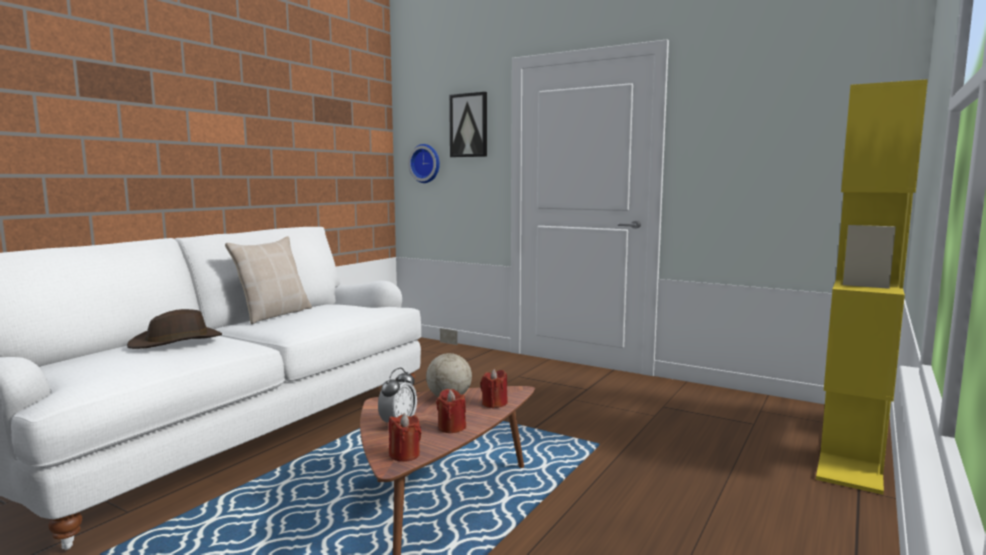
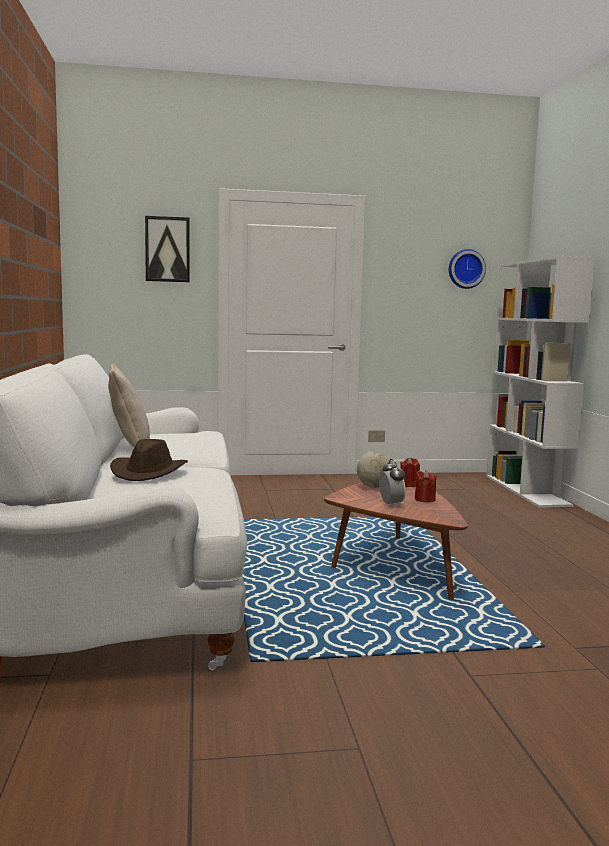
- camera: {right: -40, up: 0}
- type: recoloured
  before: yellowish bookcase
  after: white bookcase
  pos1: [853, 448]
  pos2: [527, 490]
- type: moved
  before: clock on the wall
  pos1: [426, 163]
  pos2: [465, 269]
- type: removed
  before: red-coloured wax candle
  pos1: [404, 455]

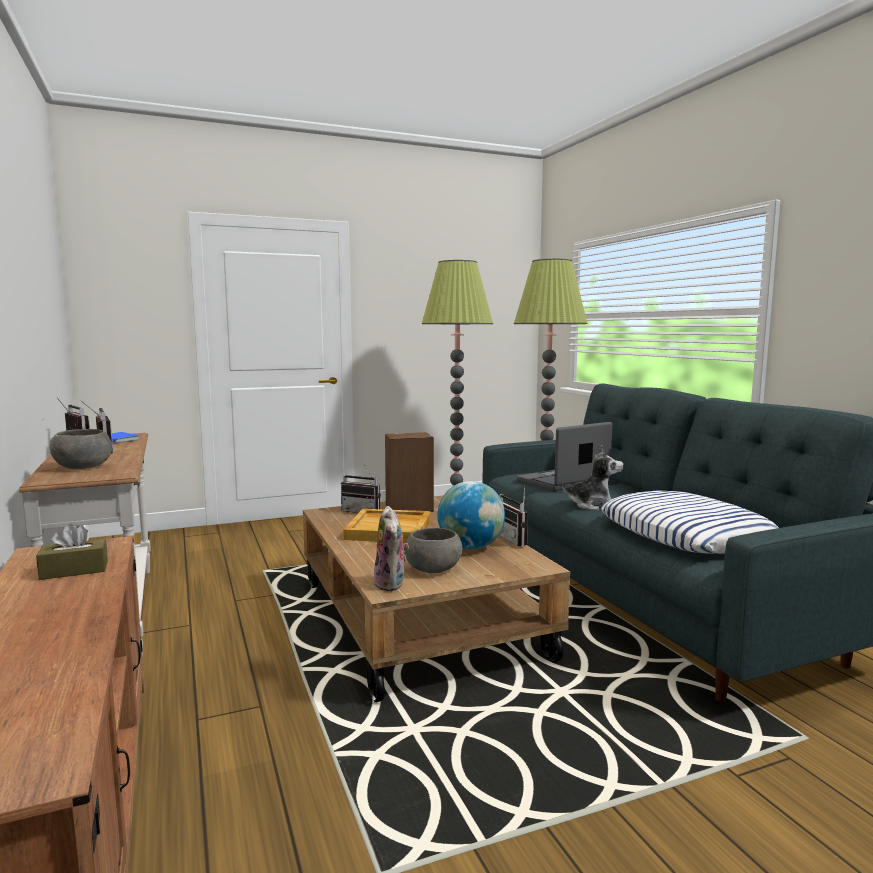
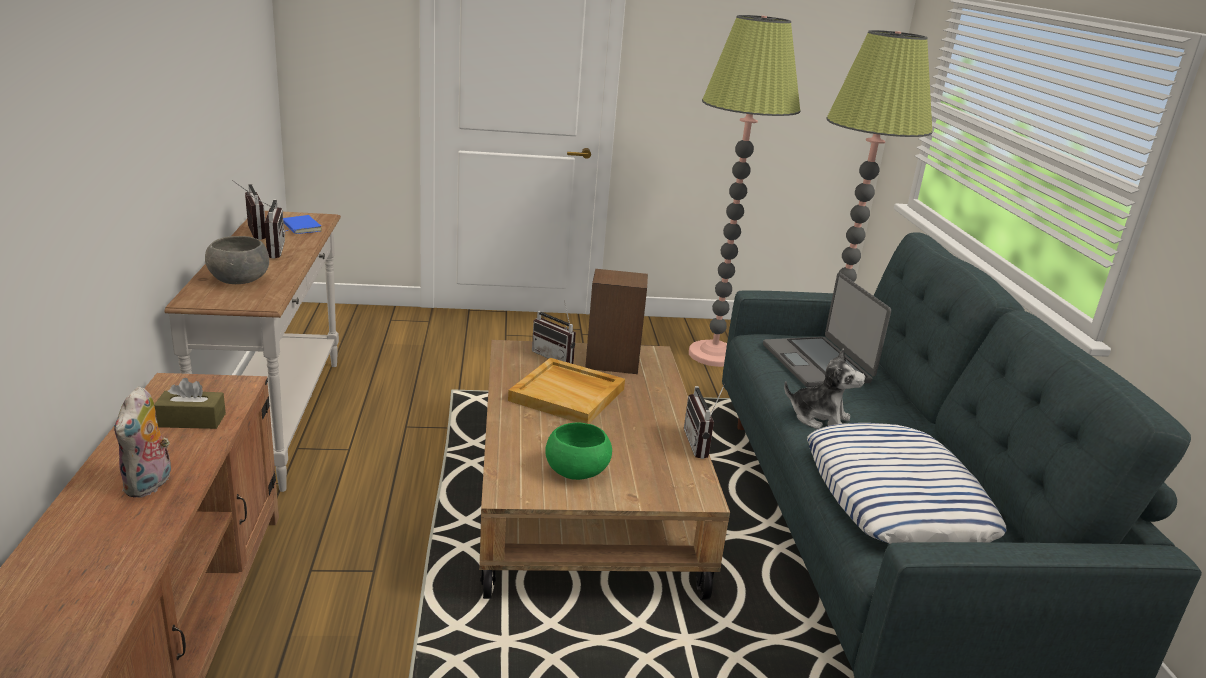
- camera: {right: 15, up: 15}
- type: turned
  before: portable computer
  pos1: [563, 481]
  pos2: [817, 363]
  turn: -90
- type: removed
  before: desk globe
  pos1: [471, 547]
- type: moved
  before: soft toy
  pos1: [392, 584]
  pos2: [150, 485]
- type: recoloured
  before: gray bowl
  after: green bowl
  pos1: [433, 568]
  pos2: [577, 470]

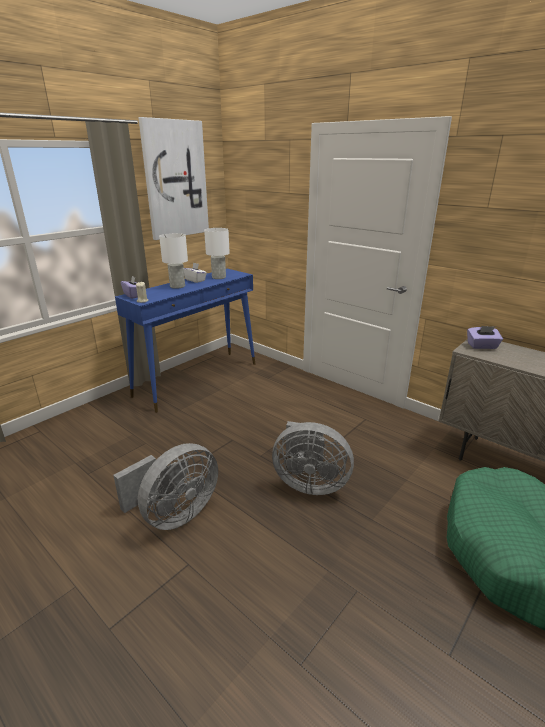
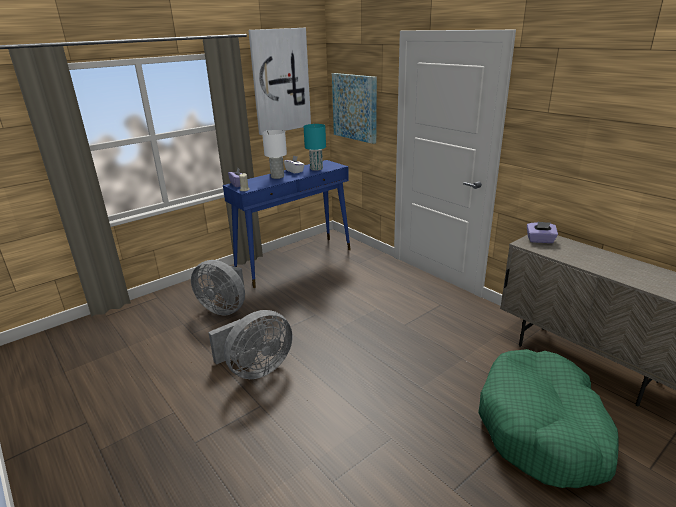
- camera: {right: 10, up: 0}
- type: recoloured
  before: white tabletop lamp
  after: blue-green tabletop lamp
  pos1: [218, 277]
  pos2: [316, 169]
- type: moved
  before: gray fan
  pos1: [309, 483]
  pos2: [224, 308]
- type: added
  after: wall picture
  pos2: [355, 107]

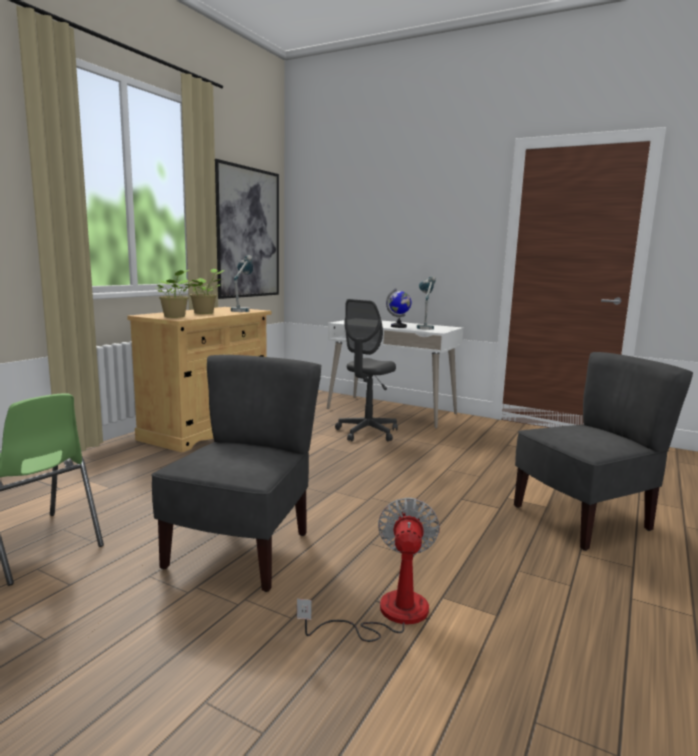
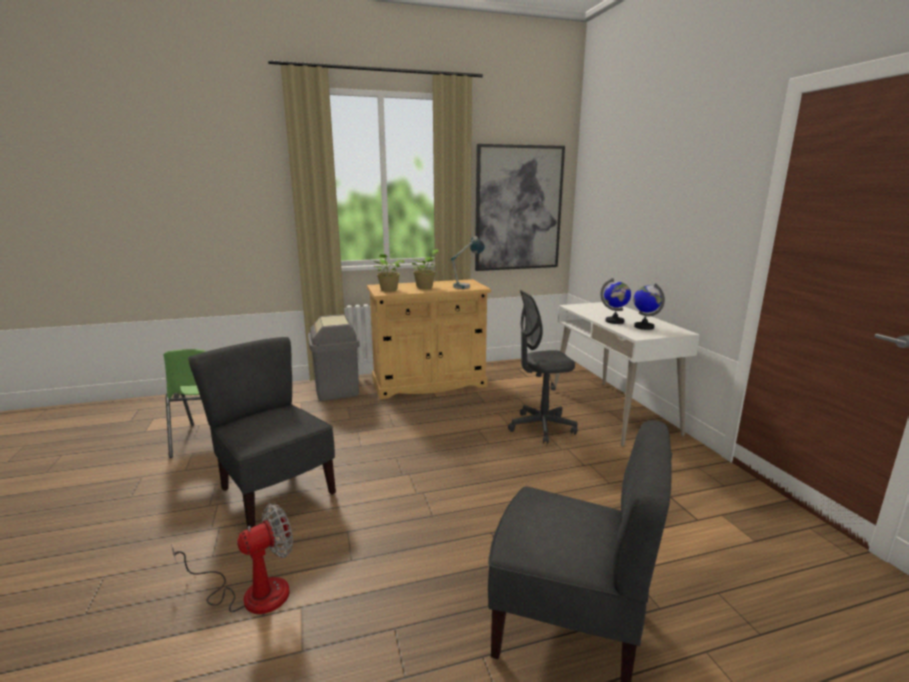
- camera: {right: 45, up: 5}
- type: replaced
  before: tabletop lamp
  after: desk globe
  pos1: [424, 327]
  pos2: [644, 327]
- type: turned
  before: gray chair
  pos1: [241, 551]
  pos2: [275, 492]
  turn: -105
- type: added
  after: gray waste bin
  pos2: [337, 390]

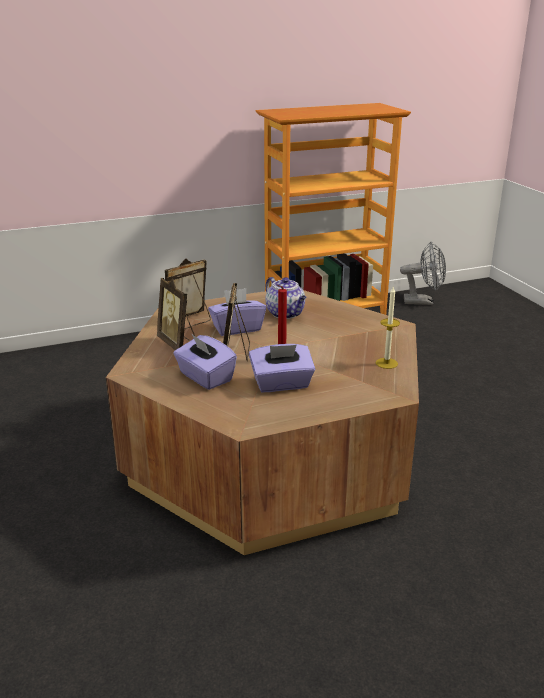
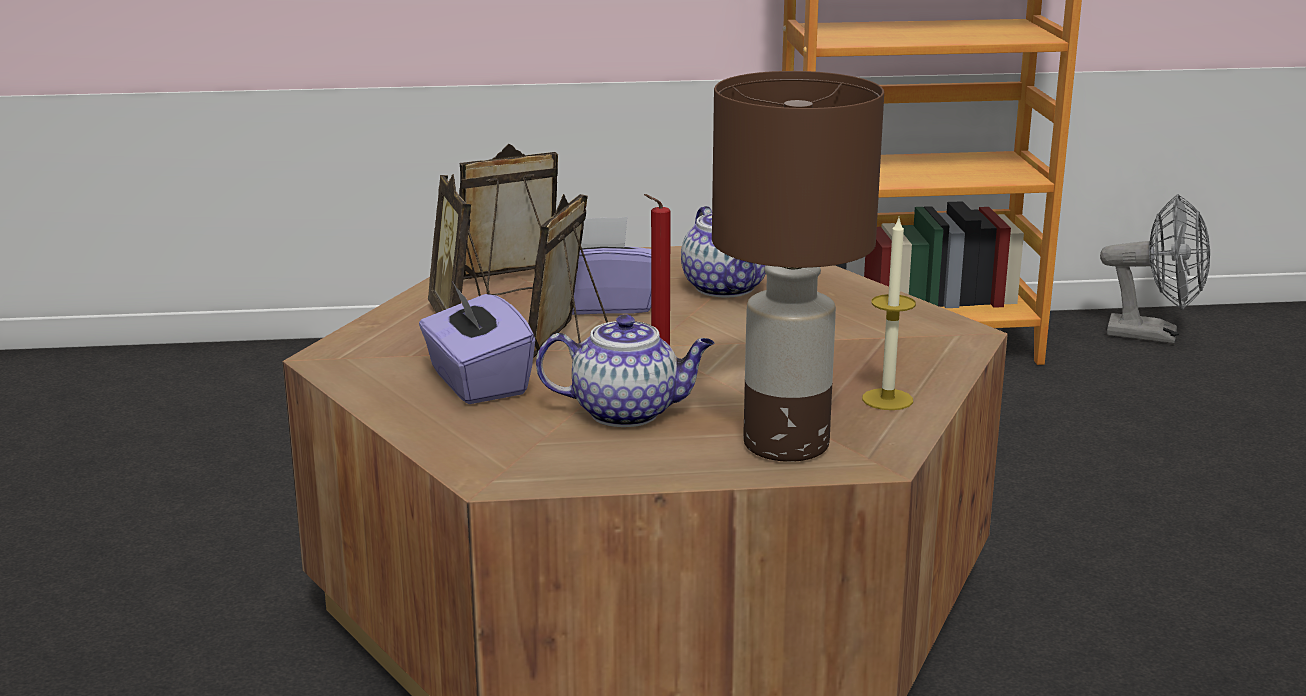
- camera: {right: 15, up: -5}
- type: replaced
  before: purplish box of tissues
  after: teapot
  pos1: [281, 384]
  pos2: [627, 412]
- type: added
  after: brownish tabletop lamp
  pos2: [788, 445]

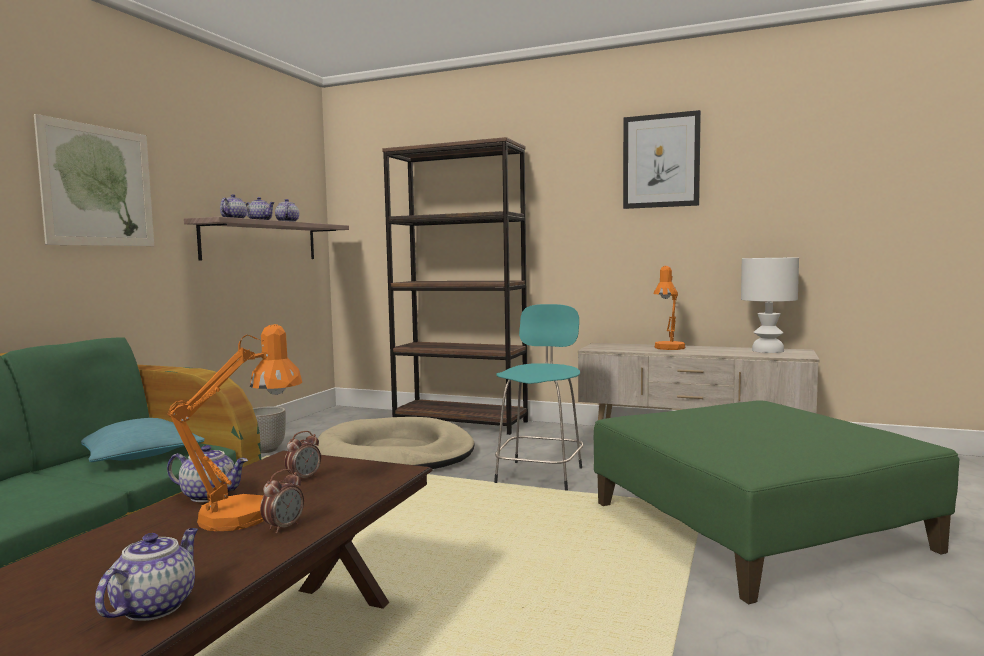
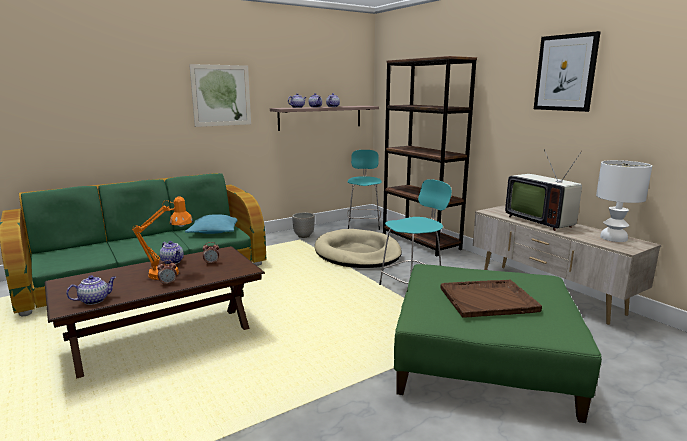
- camera: {right: 35, up: 10}
- type: replaced
  before: orange tabletop lamp
  after: television
  pos1: [668, 348]
  pos2: [540, 221]
- type: added
  after: blue-green sitting stool
  pos2: [364, 224]
- type: added
  after: brownish carrying tray
  pos2: [489, 300]

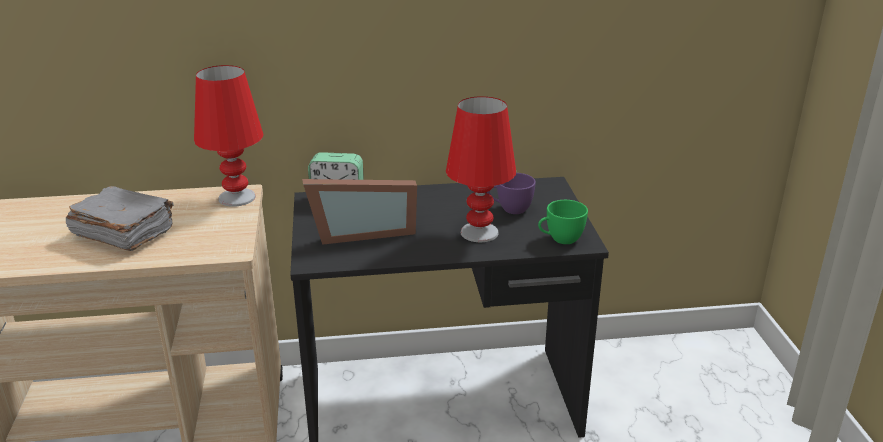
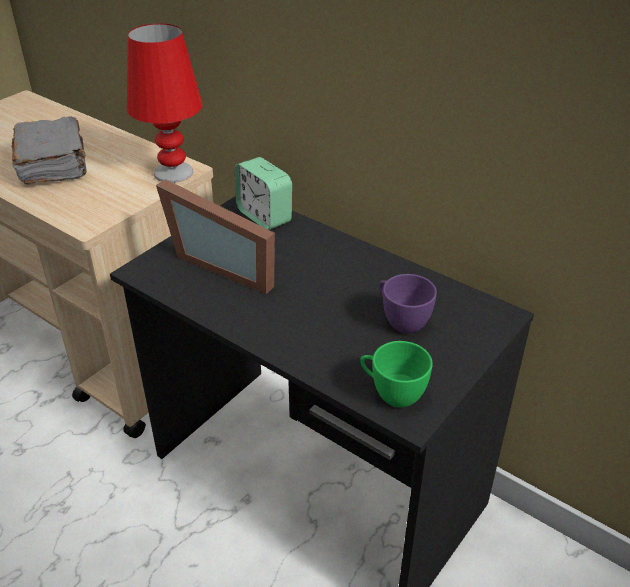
- camera: {right: 45, up: 10}
- type: removed
  before: red-coloured tabletop lamp
  pos1: [479, 233]

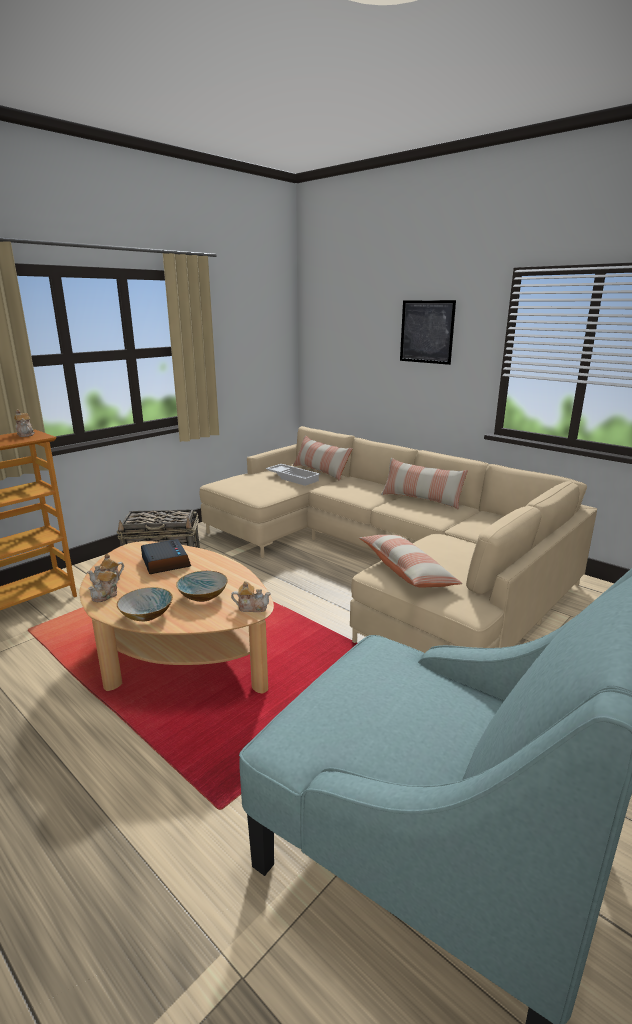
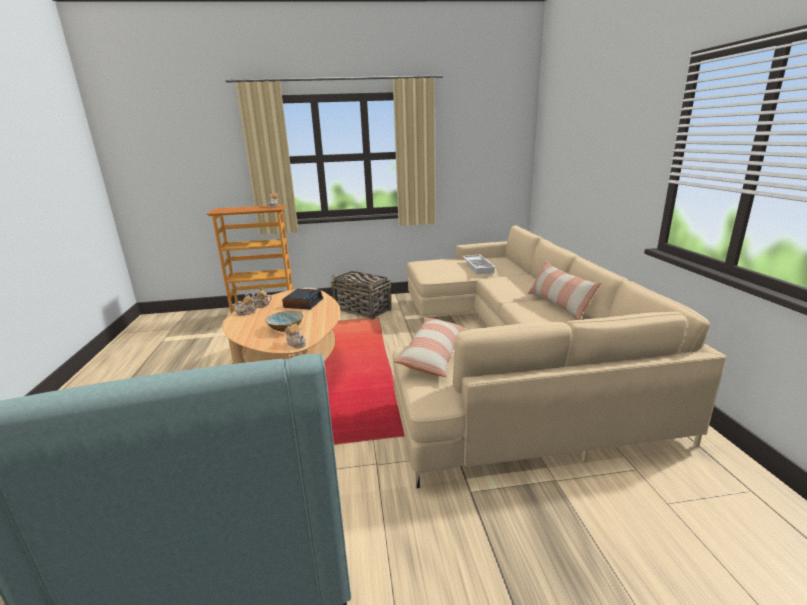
- camera: {right: 40, up: 0}
- type: removed
  before: wall picture
  pos1: [426, 332]
- type: removed
  before: throw pillow
  pos1: [320, 471]
- type: removed
  before: bowl
  pos1: [147, 615]

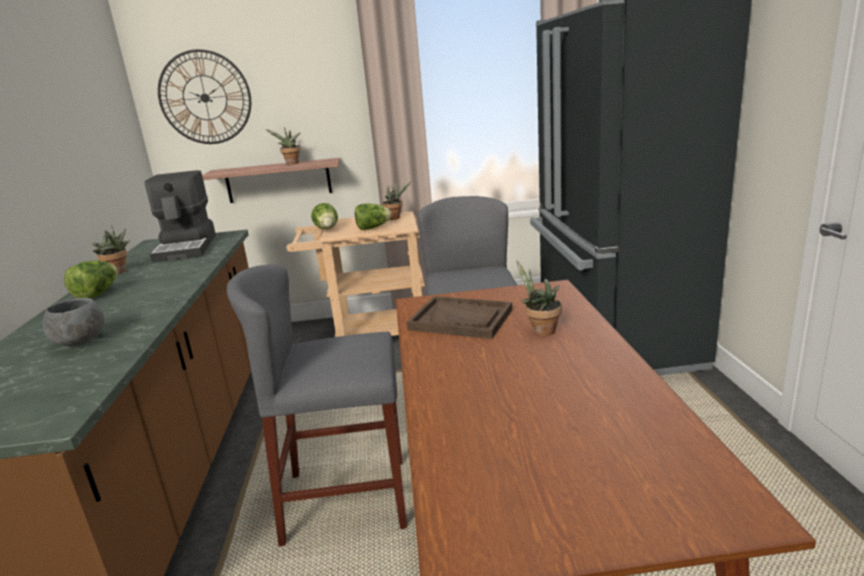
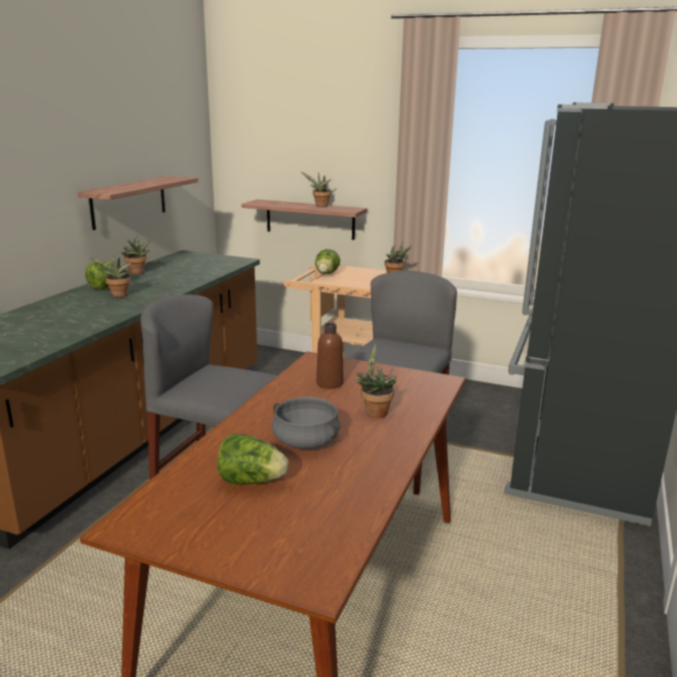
- camera: {right: 25, up: 0}
- type: removed
  before: clock on the wall
  pos1: [205, 97]
- type: removed
  before: coffee maker
  pos1: [187, 247]
- type: moved
  before: lettuce head
  pos1: [373, 228]
  pos2: [251, 481]
- type: replaced
  before: brownish carrying tray
  after: brownish bottle
  pos1: [461, 319]
  pos2: [329, 383]
- type: removed
  before: gray bowl
  pos1: [80, 342]
- type: added
  after: wall shelf
  pos2: [129, 201]
- type: added
  after: plant in a pot
  pos2: [118, 296]
- type: added
  after: gray stockpot
  pos2: [305, 441]

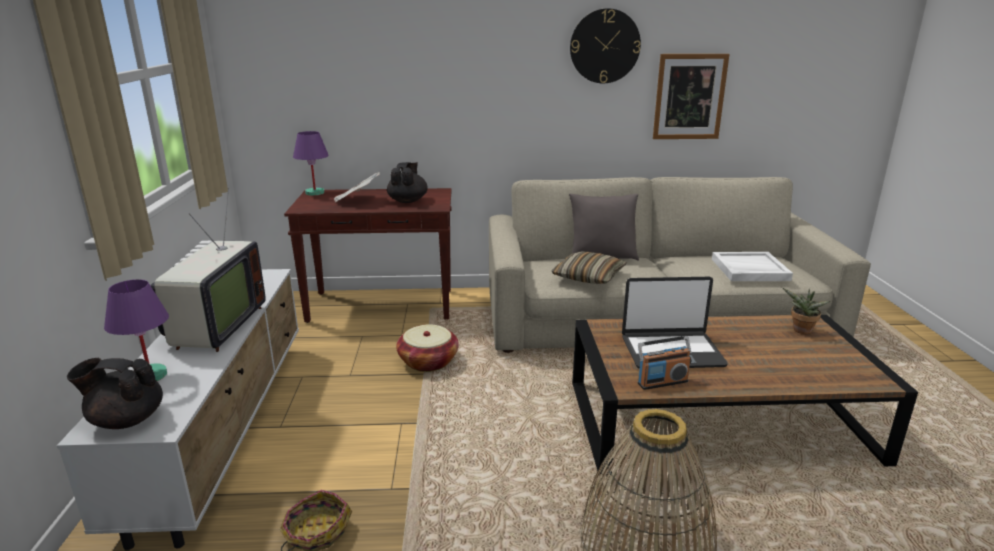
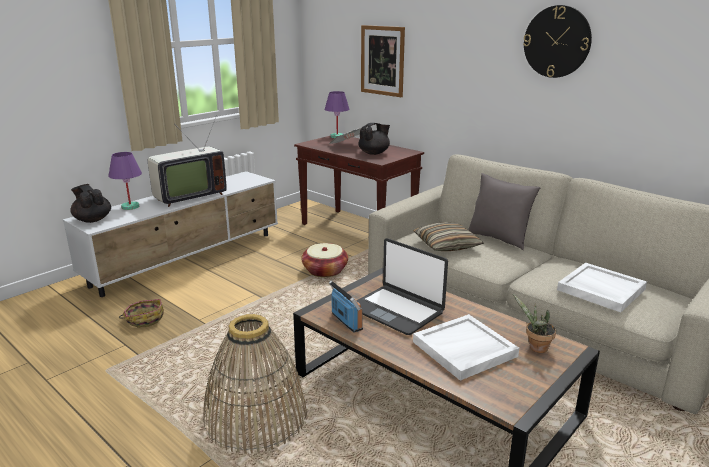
- camera: {right: 45, up: 0}
- type: moved
  before: wall picture
  pos1: [689, 97]
  pos2: [382, 60]
- type: turned
  before: radio
  pos1: [662, 382]
  pos2: [346, 321]
  turn: -150
- type: added
  after: white carrying tray
  pos2: [464, 349]

